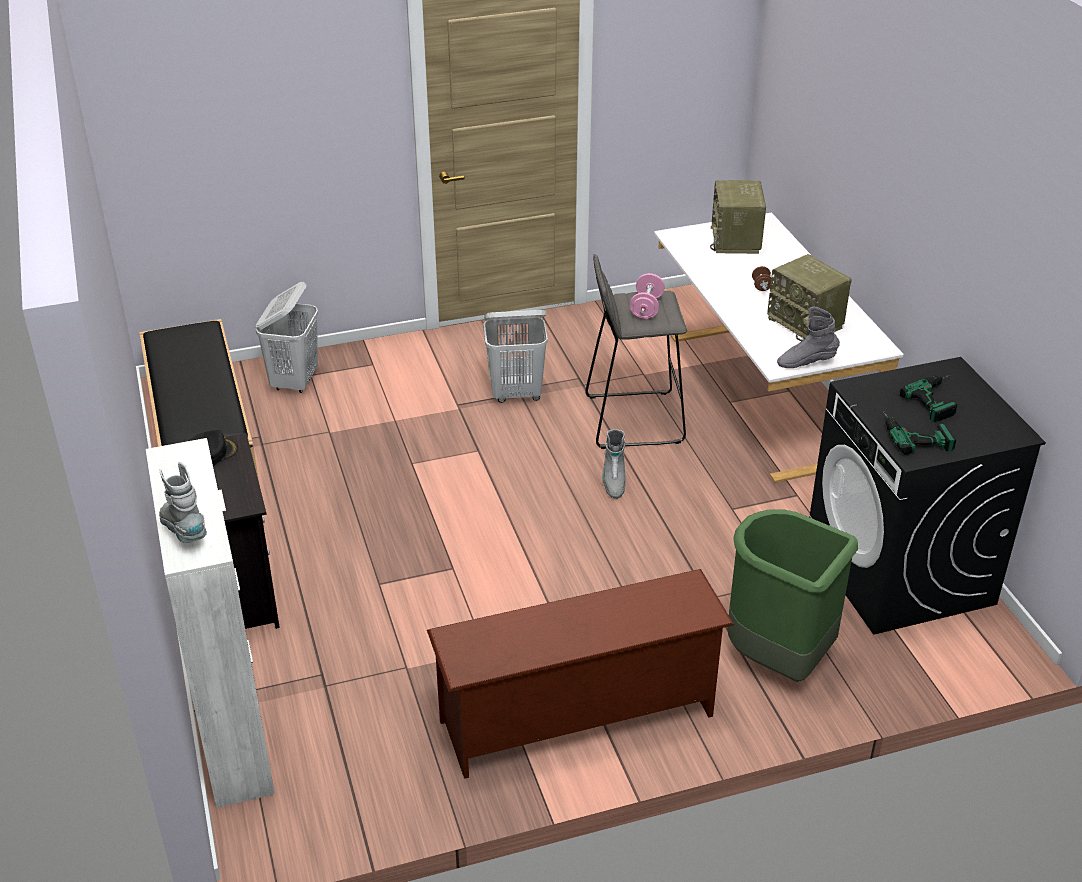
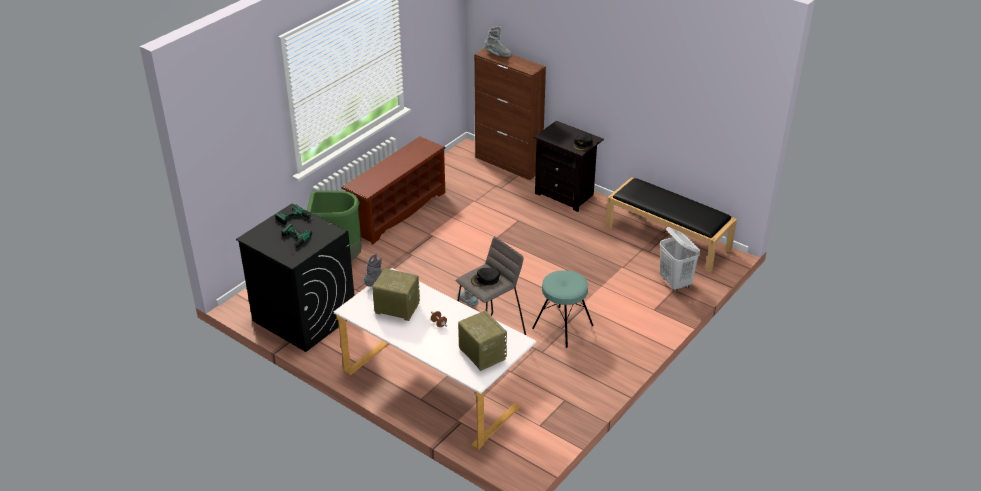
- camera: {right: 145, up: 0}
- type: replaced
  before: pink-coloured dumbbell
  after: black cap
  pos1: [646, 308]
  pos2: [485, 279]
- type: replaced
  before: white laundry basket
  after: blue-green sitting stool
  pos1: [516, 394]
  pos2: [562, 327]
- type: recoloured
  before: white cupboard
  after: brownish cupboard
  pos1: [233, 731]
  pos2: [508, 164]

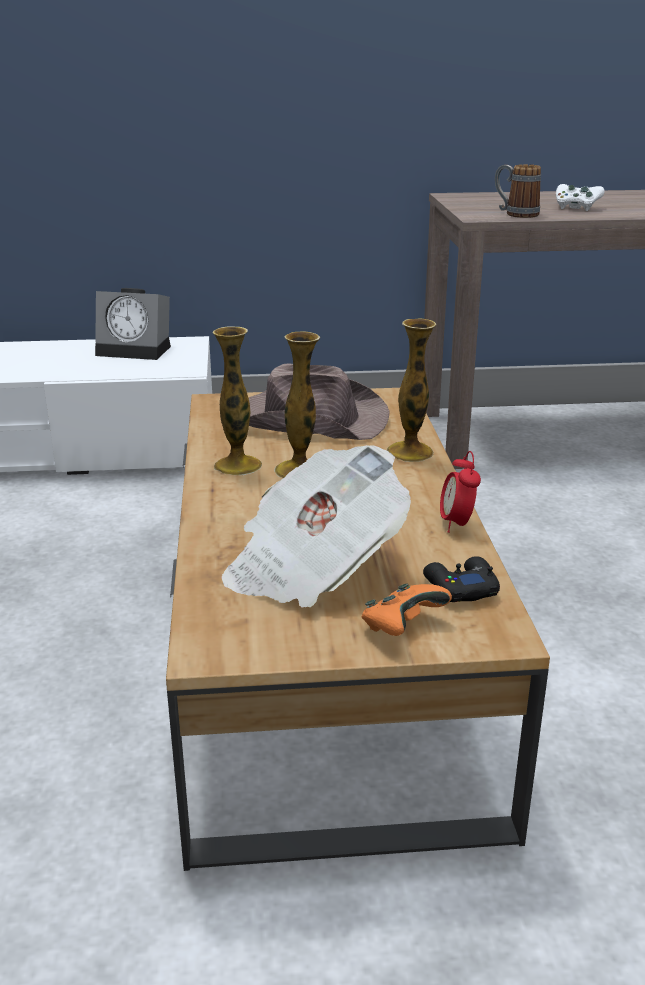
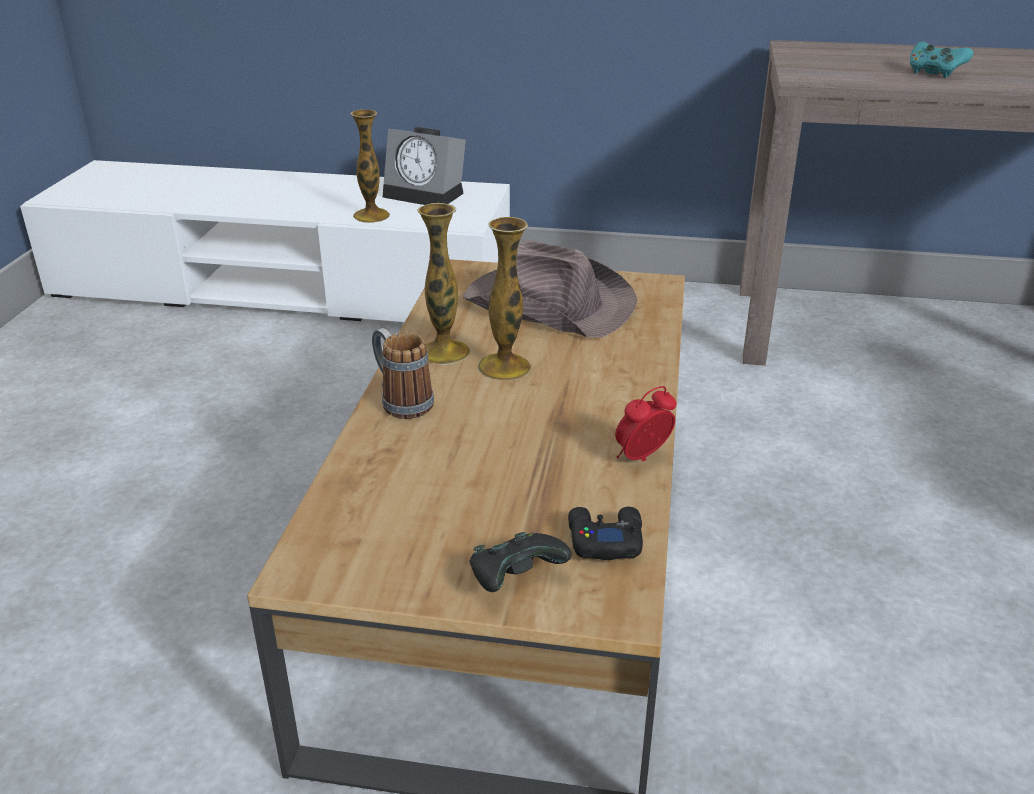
- camera: {right: 15, up: 5}
- type: moved
  before: mug
  pos1: [515, 214]
  pos2: [401, 401]
- type: recoloured
  before: white game controller
  after: blue-green game controller
  pos1: [576, 208]
  pos2: [934, 73]
- type: moved
  before: decorative vase
  pos1: [409, 452]
  pos2: [371, 216]
- type: removed
  before: printed paper
  pos1: [312, 567]
- type: turned
  before: alarm clock
  pos1: [456, 524]
  pos2: [642, 458]
  turn: 45
- type: recoloured
  before: orange game controller
  after: black game controller
  pos1: [402, 627]
  pos2: [515, 578]

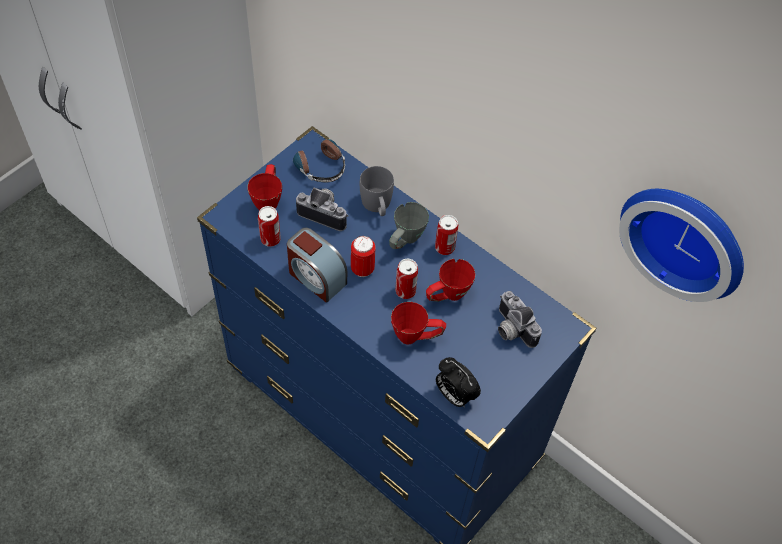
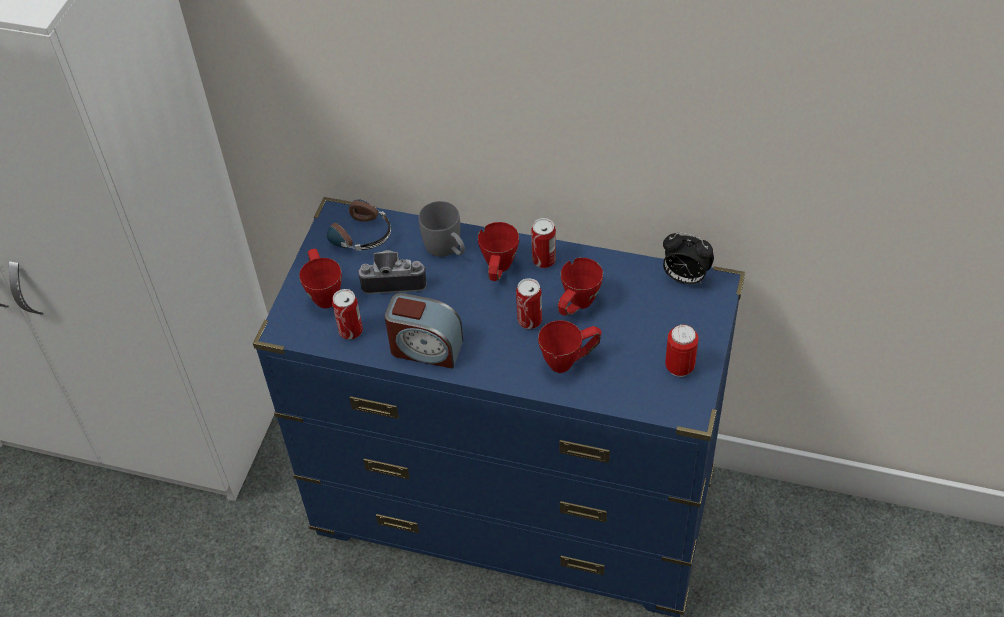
- camera: {right: -20, up: -5}
- type: removed
  before: clock on the wall
  pos1: [686, 237]
- type: recoloured
  before: gray mug
  after: red-coloured mug
  pos1: [405, 242]
  pos2: [498, 272]
- type: moved
  before: can
  pos1: [362, 269]
  pos2: [679, 367]
- type: removed
  before: still camera
  pos1: [511, 329]
- type: moved
  before: alarm clock
  pos1: [454, 395]
  pos2: [684, 278]

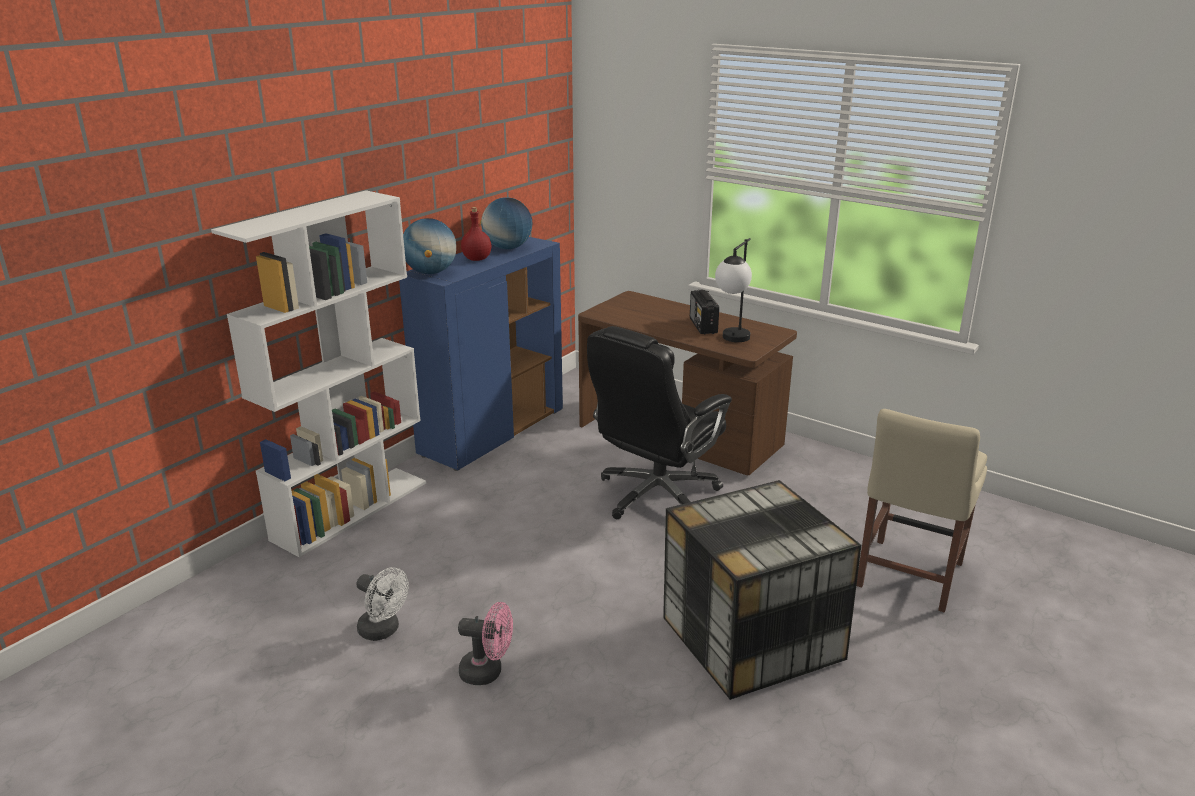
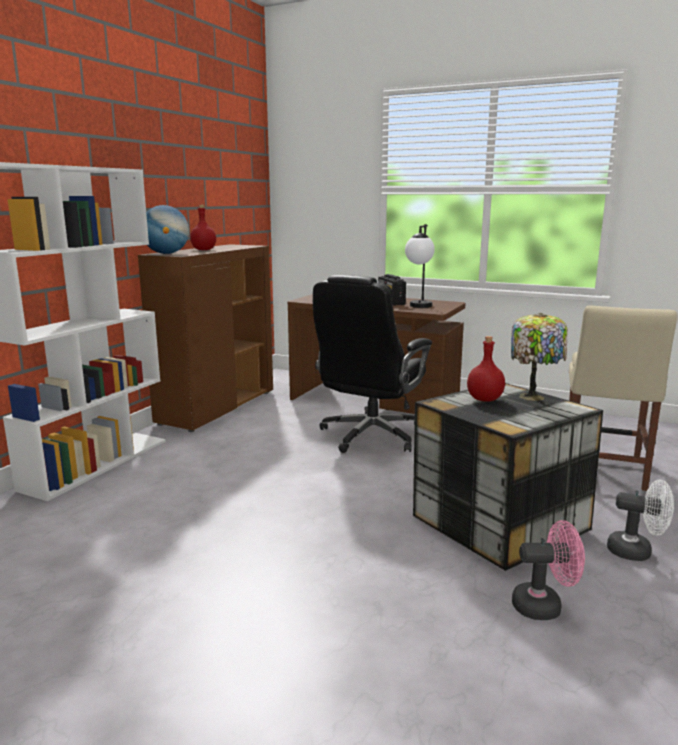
- camera: {right: -10, up: -10}
- type: removed
  before: desk globe
  pos1: [507, 248]
- type: recoloured
  before: blue-coloured cupboard
  after: brownish cupboard
  pos1: [492, 432]
  pos2: [217, 407]
- type: moved
  before: white fan
  pos1: [383, 630]
  pos2: [636, 552]
- type: moved
  before: pink-coloured fan
  pos1: [488, 672]
  pos2: [544, 606]
- type: added
  after: tabletop lamp
  pos2: [533, 396]
- type: added
  after: red-coloured bottle
  pos2: [484, 399]

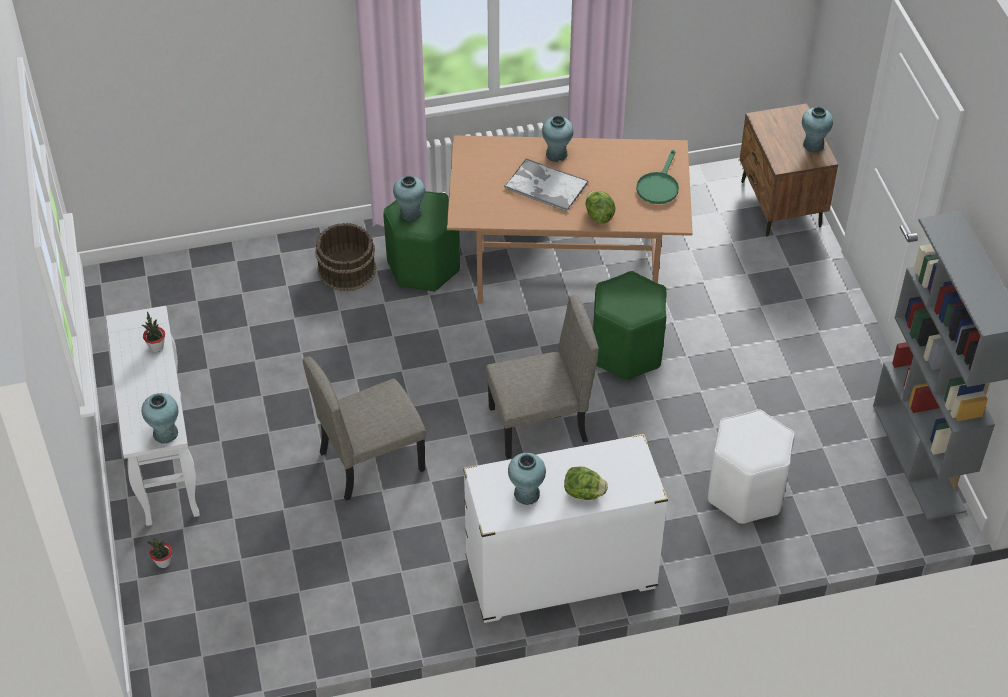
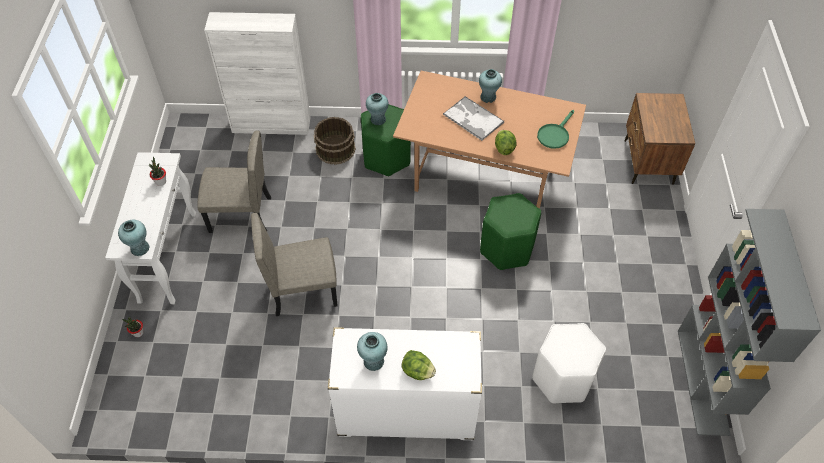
- camera: {right: 15, up: 5}
- type: removed
  before: blue-green decorative vase
  pos1: [813, 145]
- type: moved
  before: sand-coloured chair
  pos1: [538, 425]
  pos2: [240, 215]
- type: added
  after: white cupboard
  pos2: [272, 125]

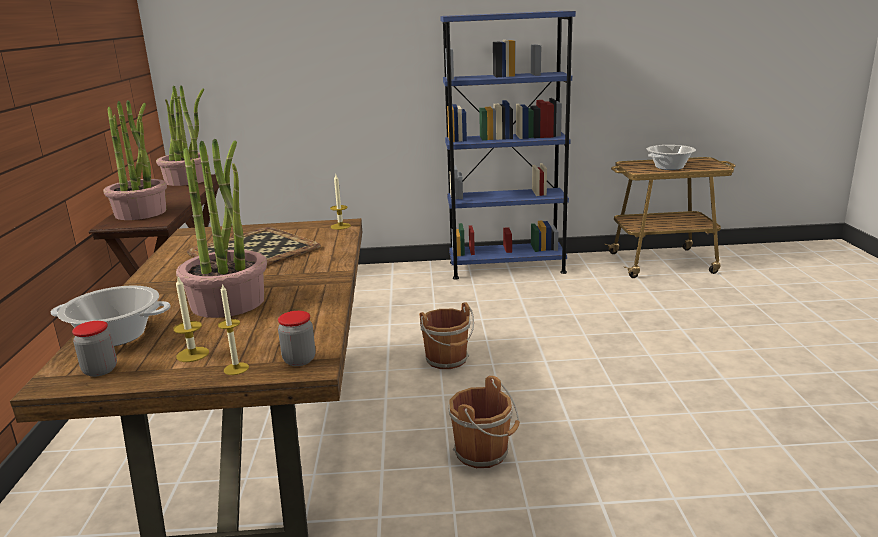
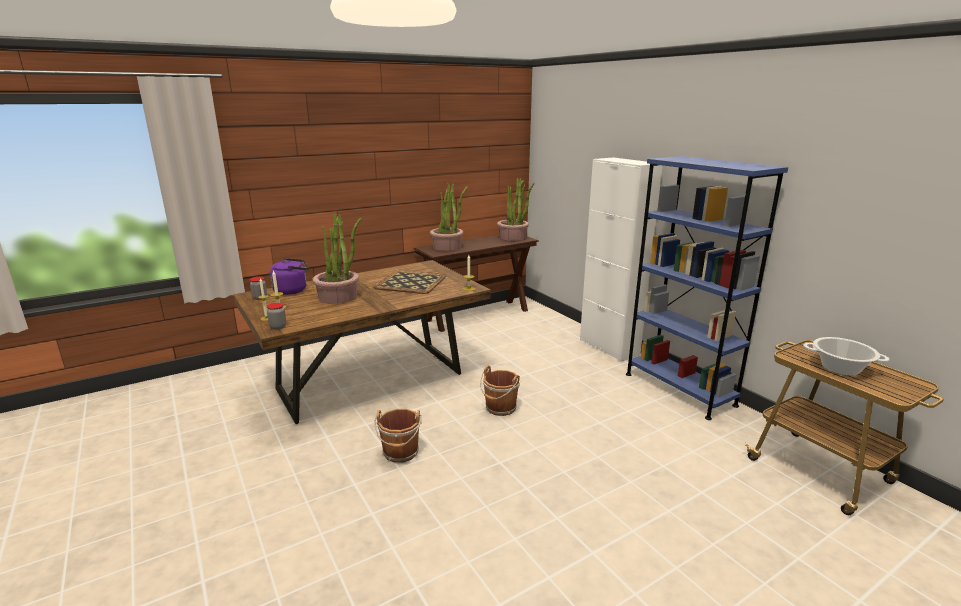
- camera: {right: 60, up: 0}
- type: replaced
  before: stockpot
  after: purplish water kettle
  pos1: [117, 336]
  pos2: [292, 290]
- type: added
  after: white cupboard
  pos2: [609, 347]

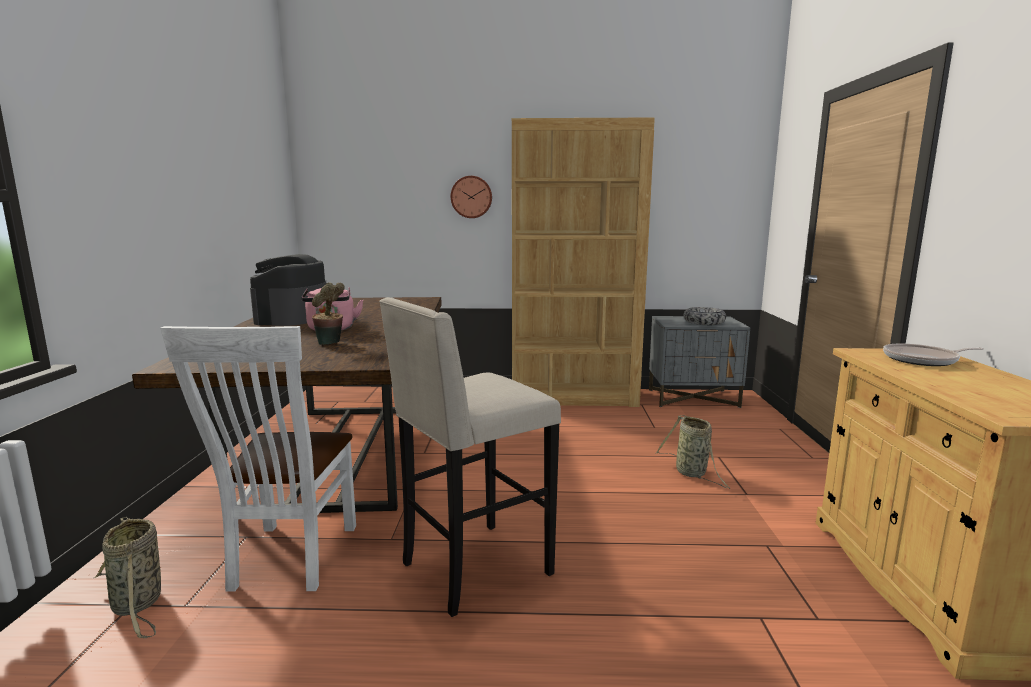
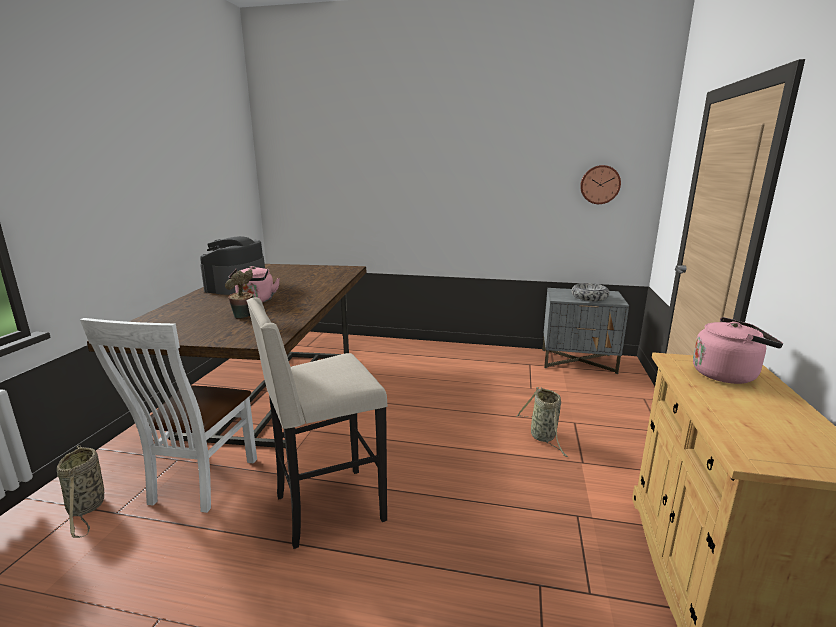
- camera: {right: 10, up: 5}
- type: removed
  before: brownish bookcase
  pos1: [574, 397]
- type: moved
  before: clock on the wall
  pos1: [471, 197]
  pos2: [600, 184]
- type: replaced
  before: pan
  after: pink-coloured water kettle
  pos1: [923, 360]
  pos2: [727, 375]

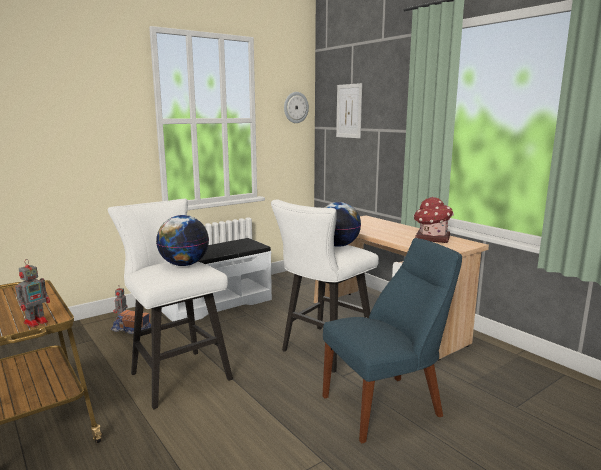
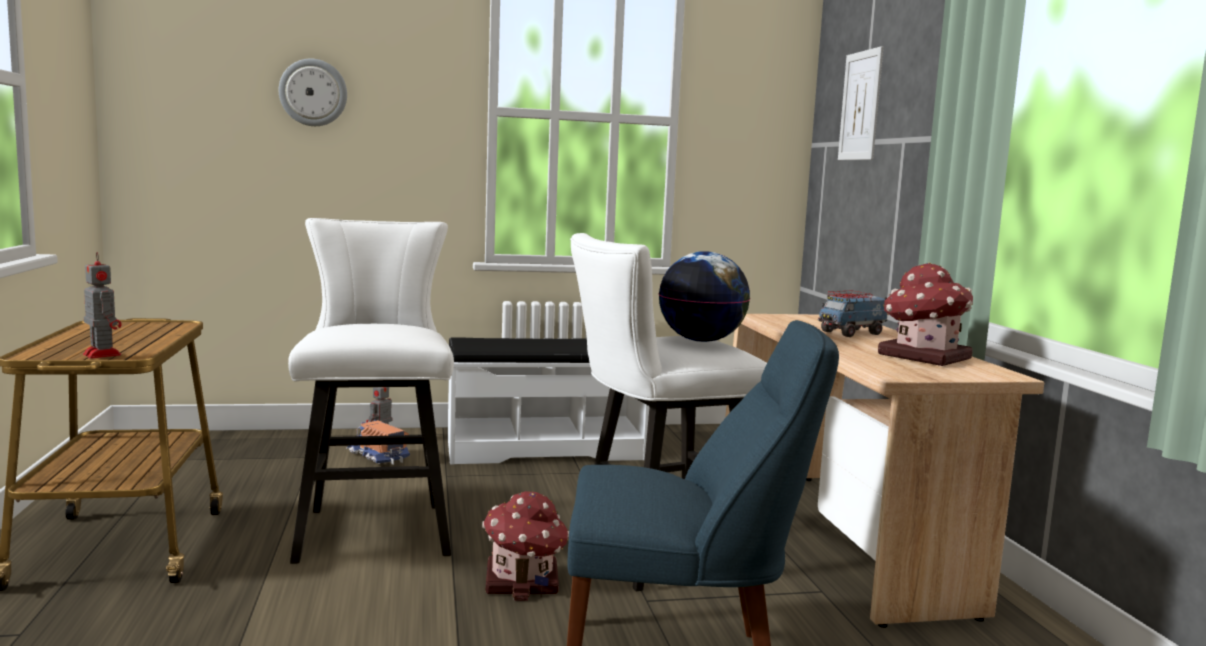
- camera: {right: 25, up: -5}
- type: moved
  before: clock on the wall
  pos1: [295, 107]
  pos2: [313, 92]
- type: removed
  before: desk globe
  pos1: [184, 264]
- type: turned
  before: toy robot
  pos1: [37, 321]
  pos2: [101, 354]
  turn: -105
- type: added
  after: model truck
  pos2: [851, 333]
- type: added
  after: toy house
  pos2: [524, 581]

